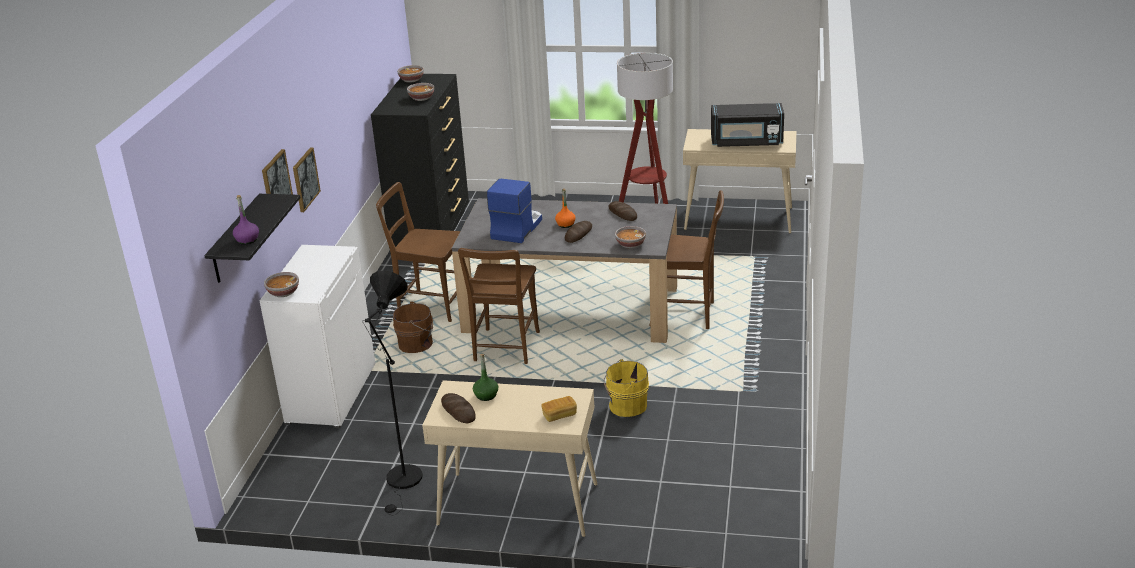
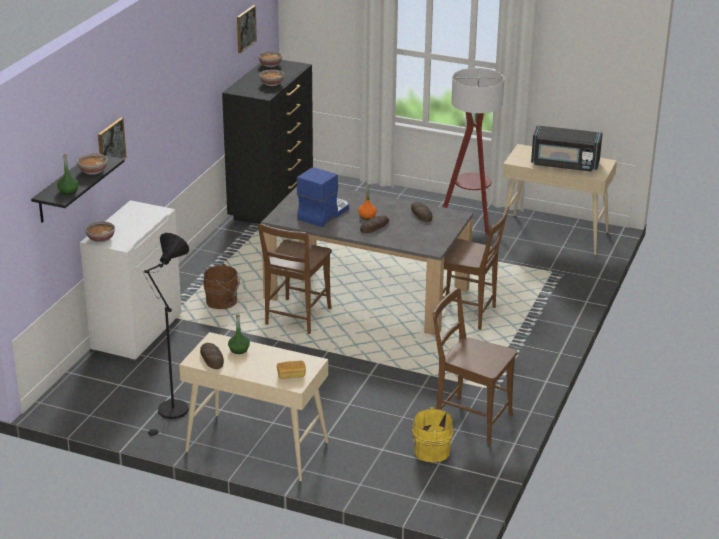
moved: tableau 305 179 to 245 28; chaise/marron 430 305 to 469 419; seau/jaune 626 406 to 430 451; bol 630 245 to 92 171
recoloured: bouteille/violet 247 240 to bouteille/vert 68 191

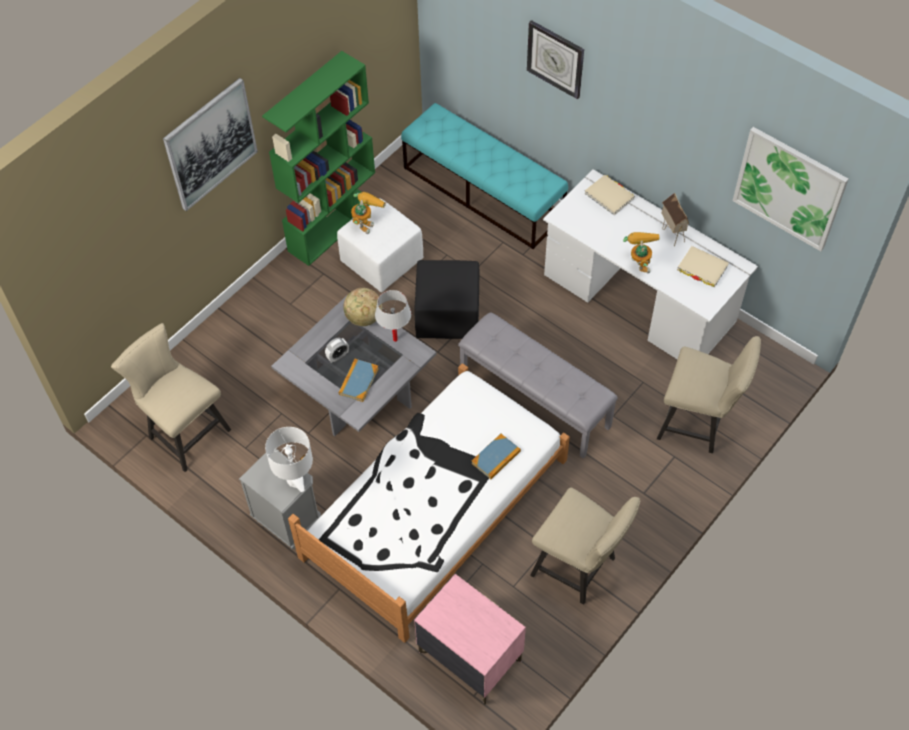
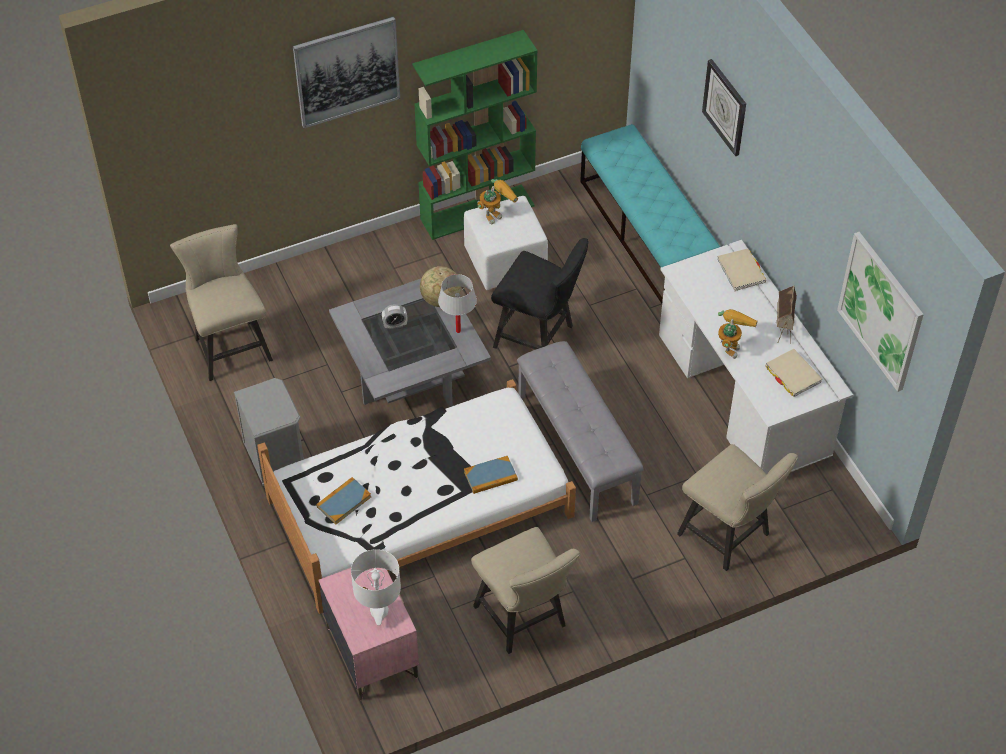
moved: lampe de table/blanc 295 480 to 379 611; livre 358 381 to 344 502
replaced: pouf/noir 448 316 to chaise/noir 539 338

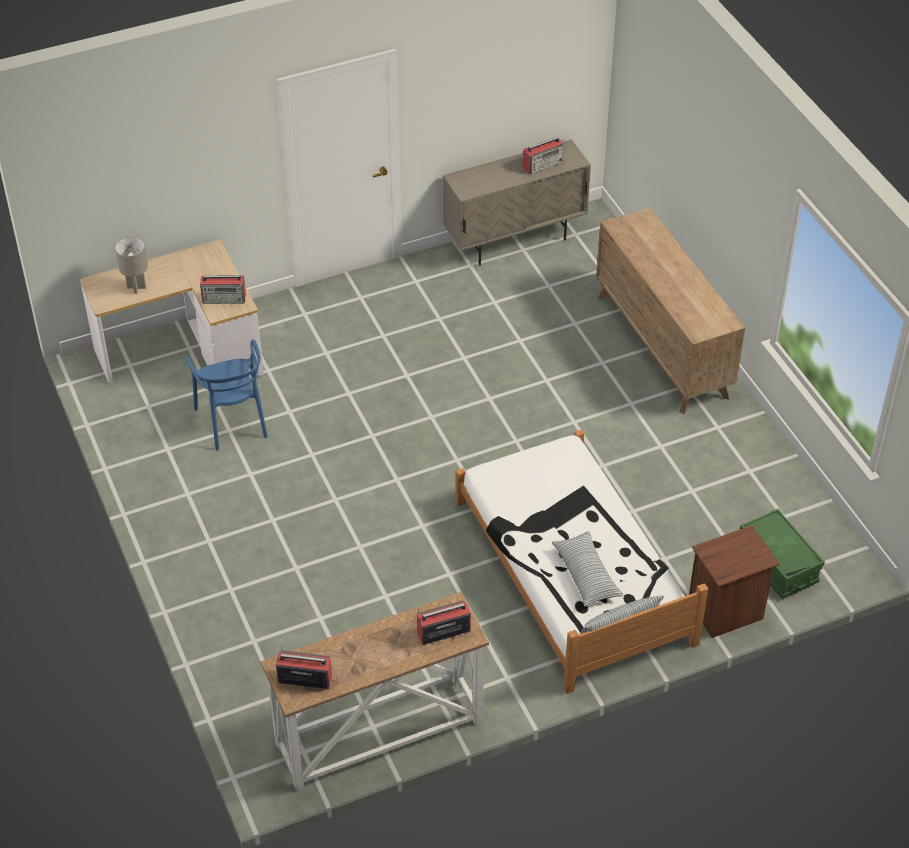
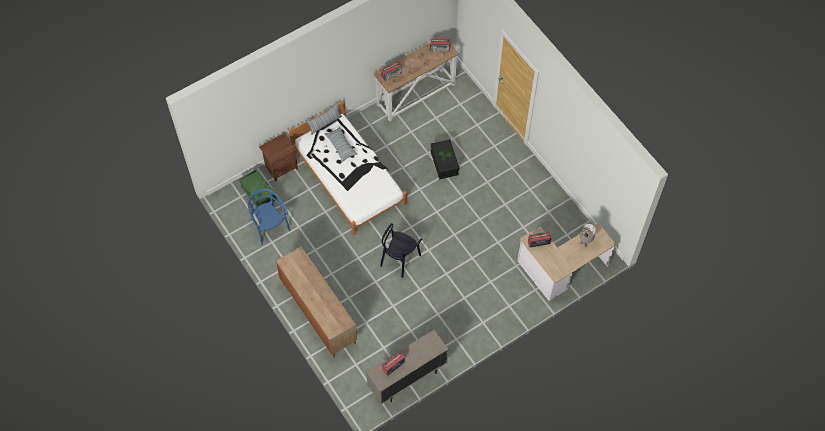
added: chaise/noir 399 259; boîte de rangement/noir 444 163
moved: chaise/bleu 233 421 to 269 226

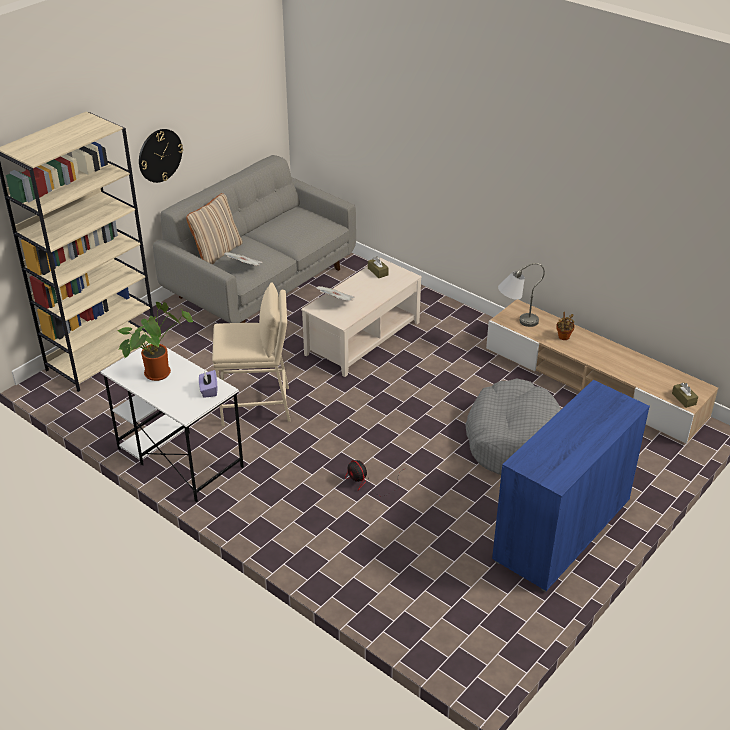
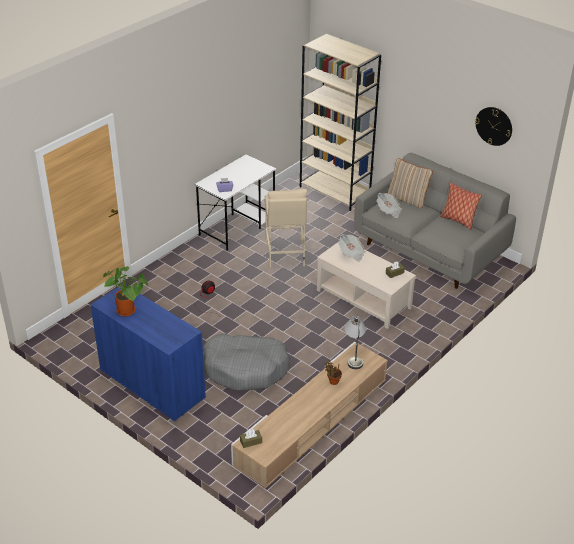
added: coussin 458 220
moved: plante en pot 159 371 to 128 311; horloge murale 160 155 to 494 126

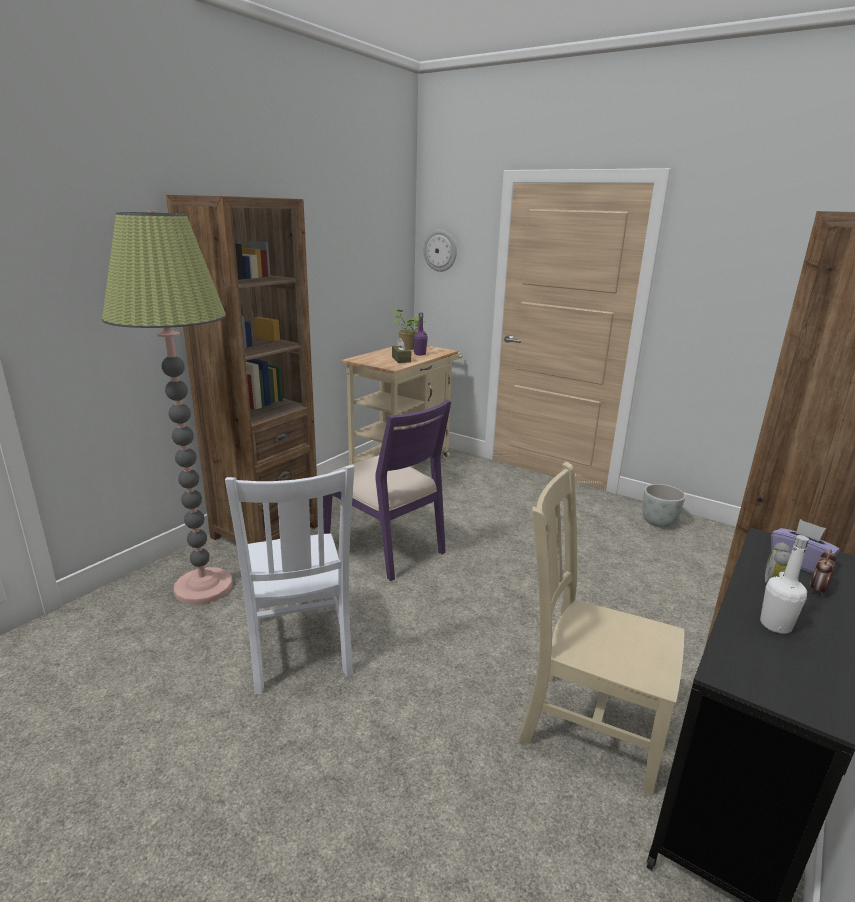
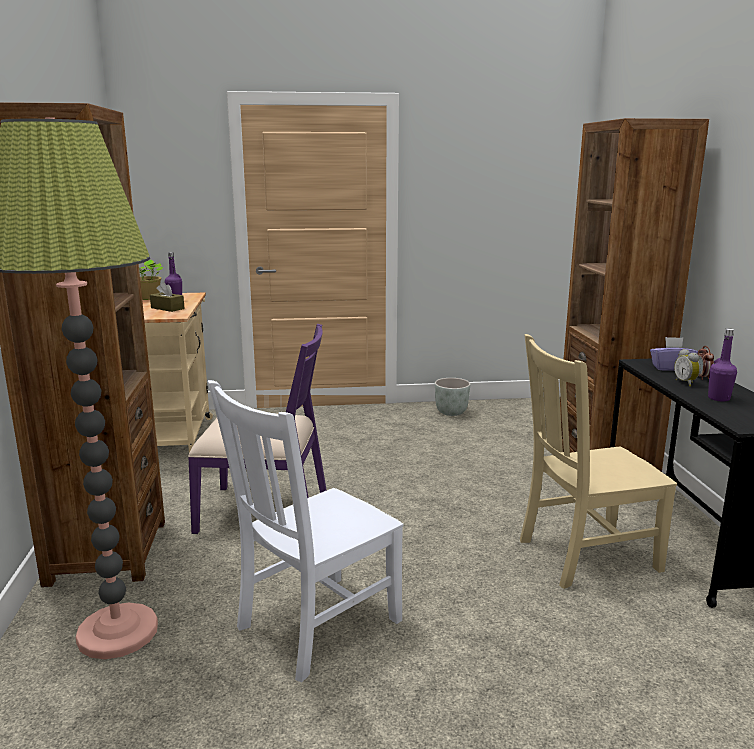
removed: horloge murale 440 251
recoloured: bouteille/blanc 775 625 to bouteille/violet 718 398
turned: chaise/blanc 298 649 = 314 626 105 degrees clockwise

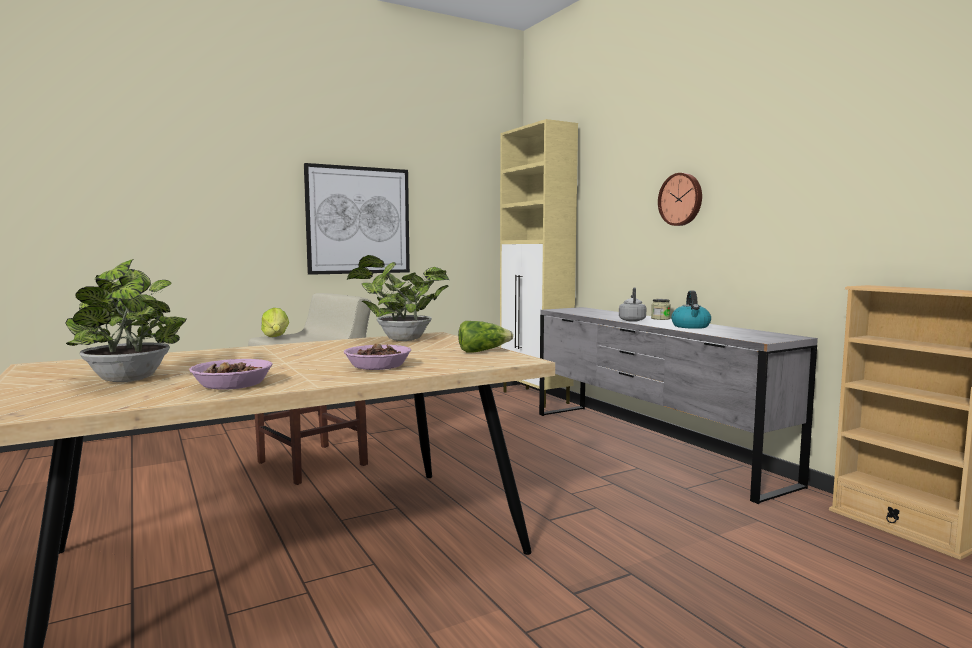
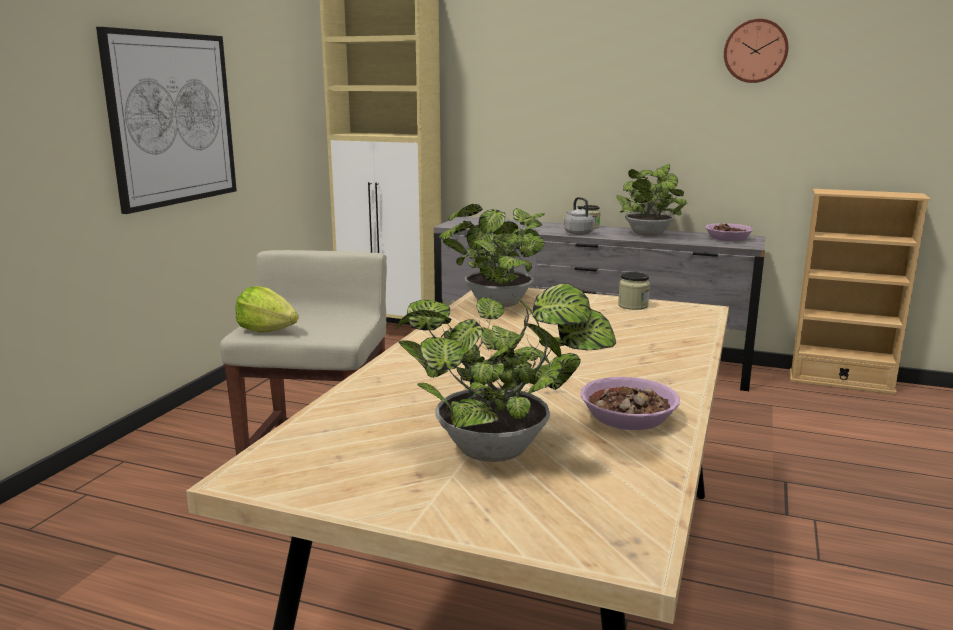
moved: bol 377 366 to 727 238; horloge murale 681 199 to 755 51
replaced: laitue 482 351 to bocal 633 305; bouilloire 691 326 to plante en pot 649 235

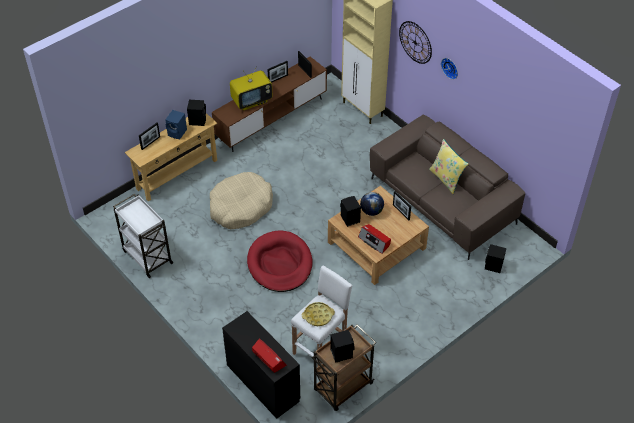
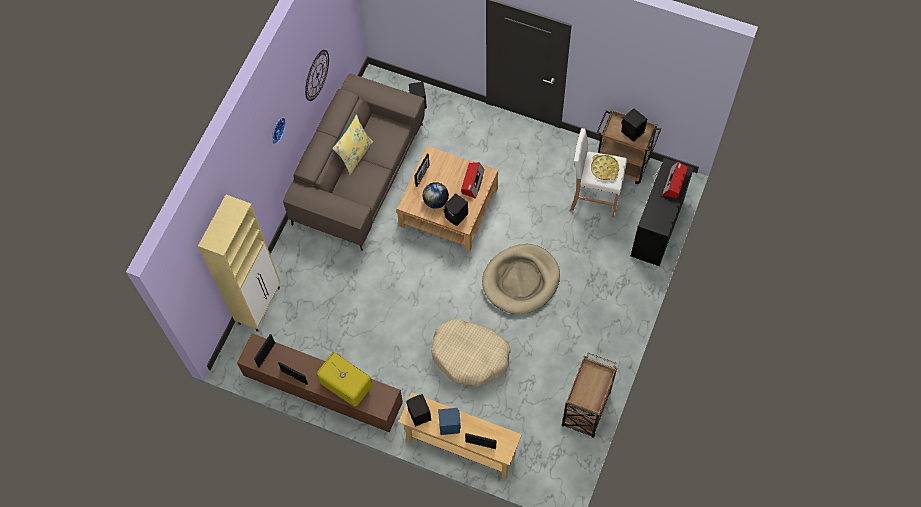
moved: horloge murale 415 42 to 317 75
recoloured: chariot/blanc 147 256 to chariot/marron 586 410; panier pour chien/rouge 280 264 to panier pour chien/beige 521 280

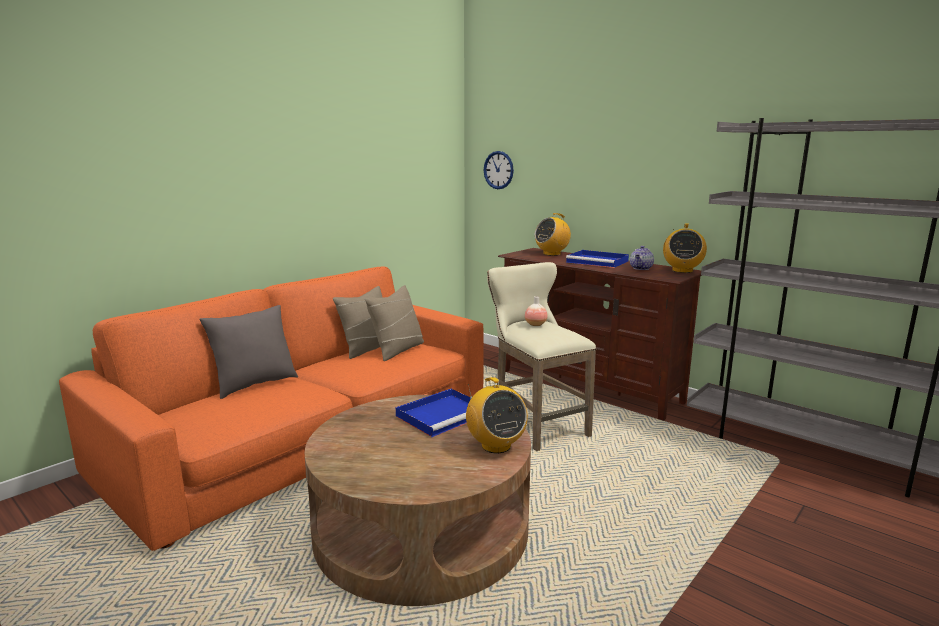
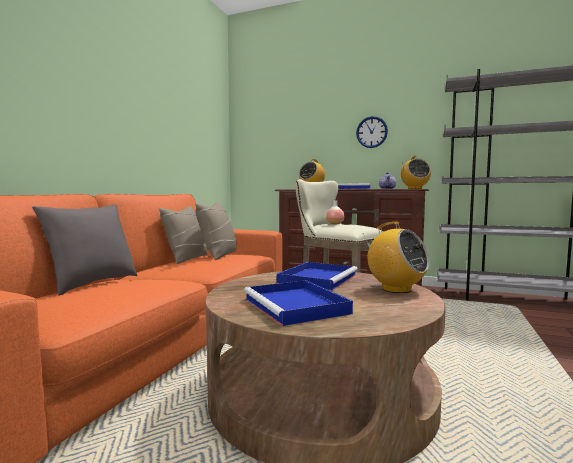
added: plateau/bleu 297 306
moved: horloge murale 498 170 to 371 132

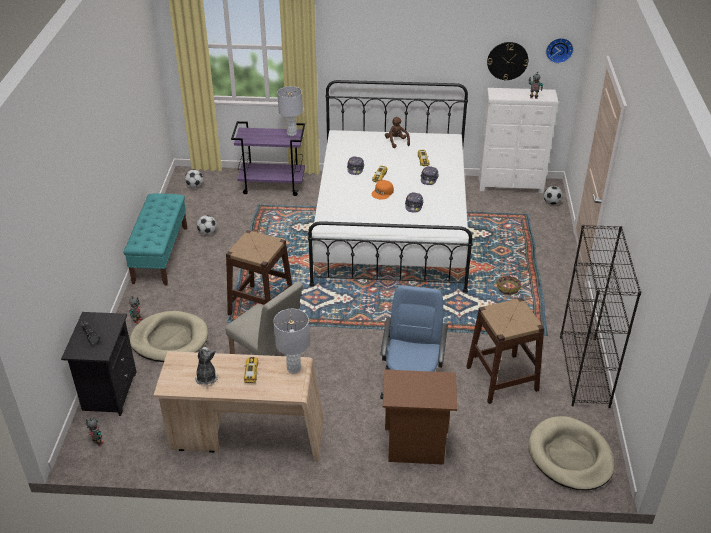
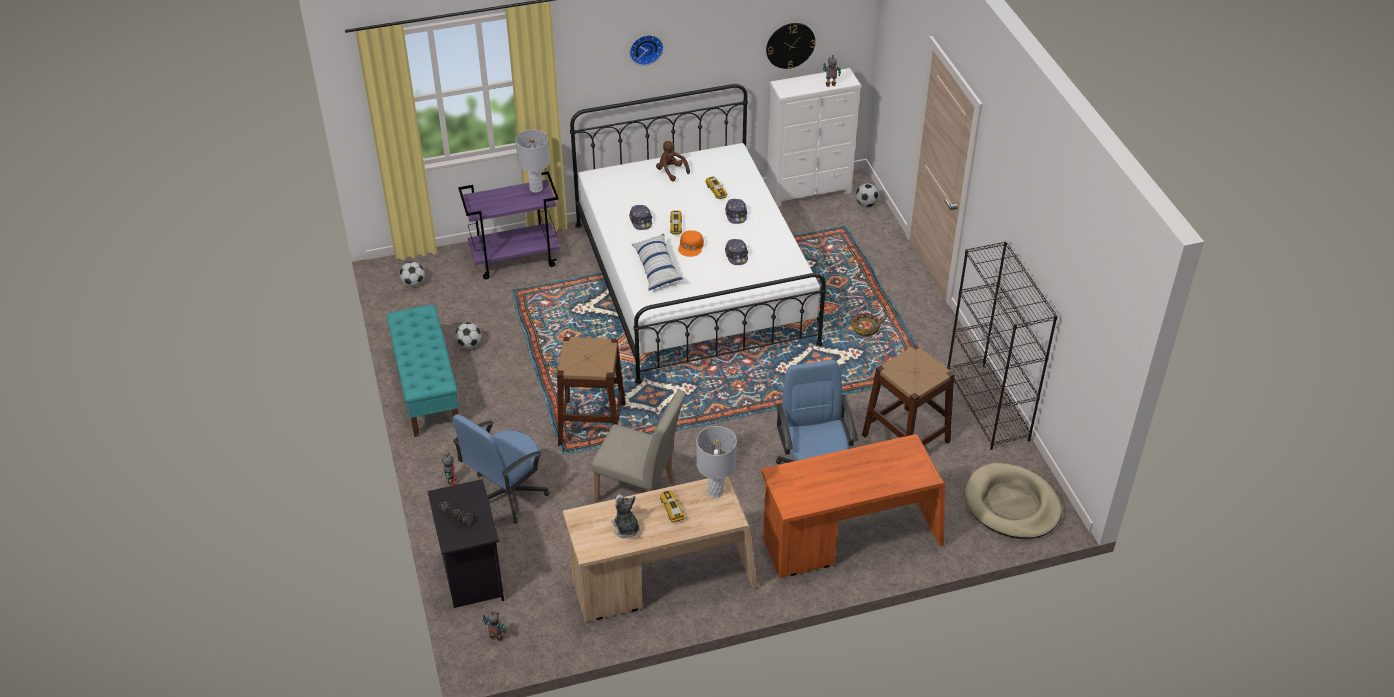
added: coussin 656 268
moved: horloge murale 559 49 to 645 48
replaced: panier pour chien/beige 170 339 to chaise de bureau/bleu 506 494; table de chevet/marron 415 446 to bureau/orange 850 540

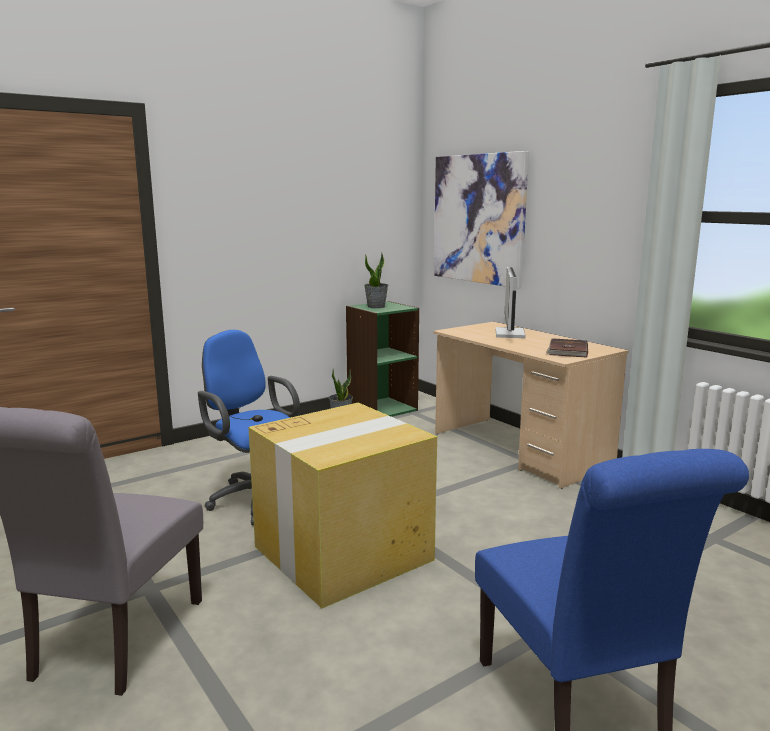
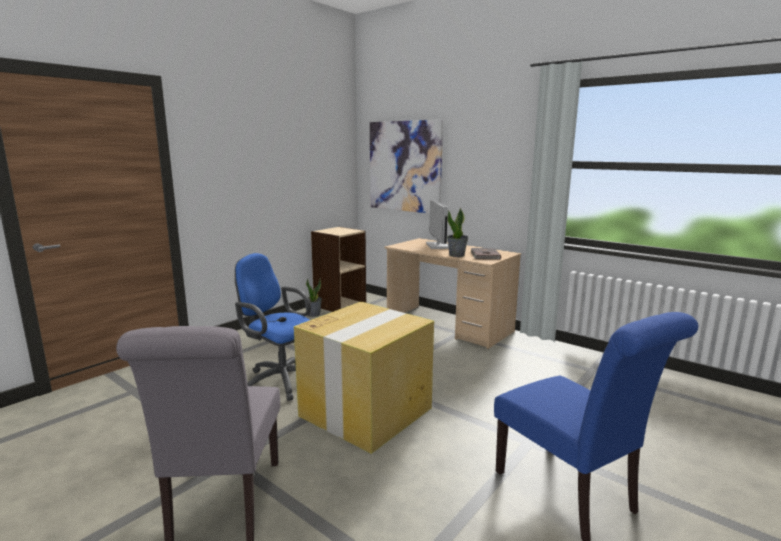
moved: plante en pot 376 306 to 457 255
recoloured: bibliothèque/vert 382 408 to bibliothèque/beige 339 305

